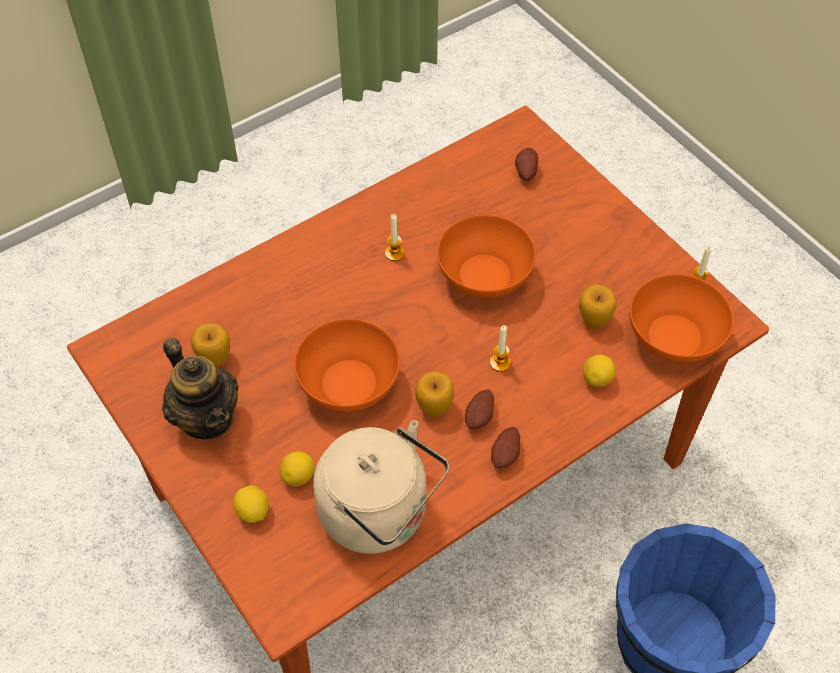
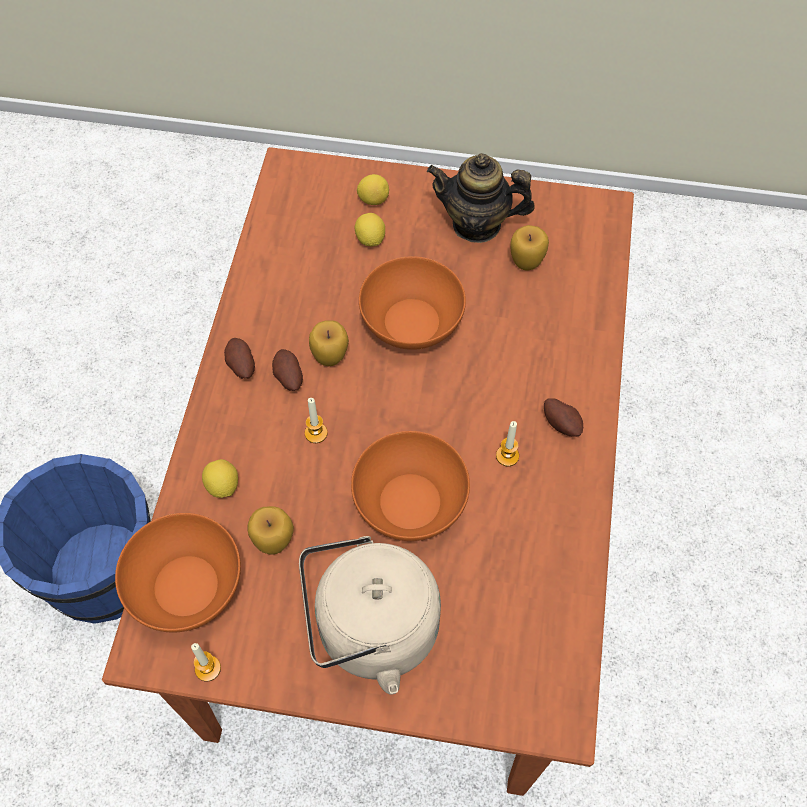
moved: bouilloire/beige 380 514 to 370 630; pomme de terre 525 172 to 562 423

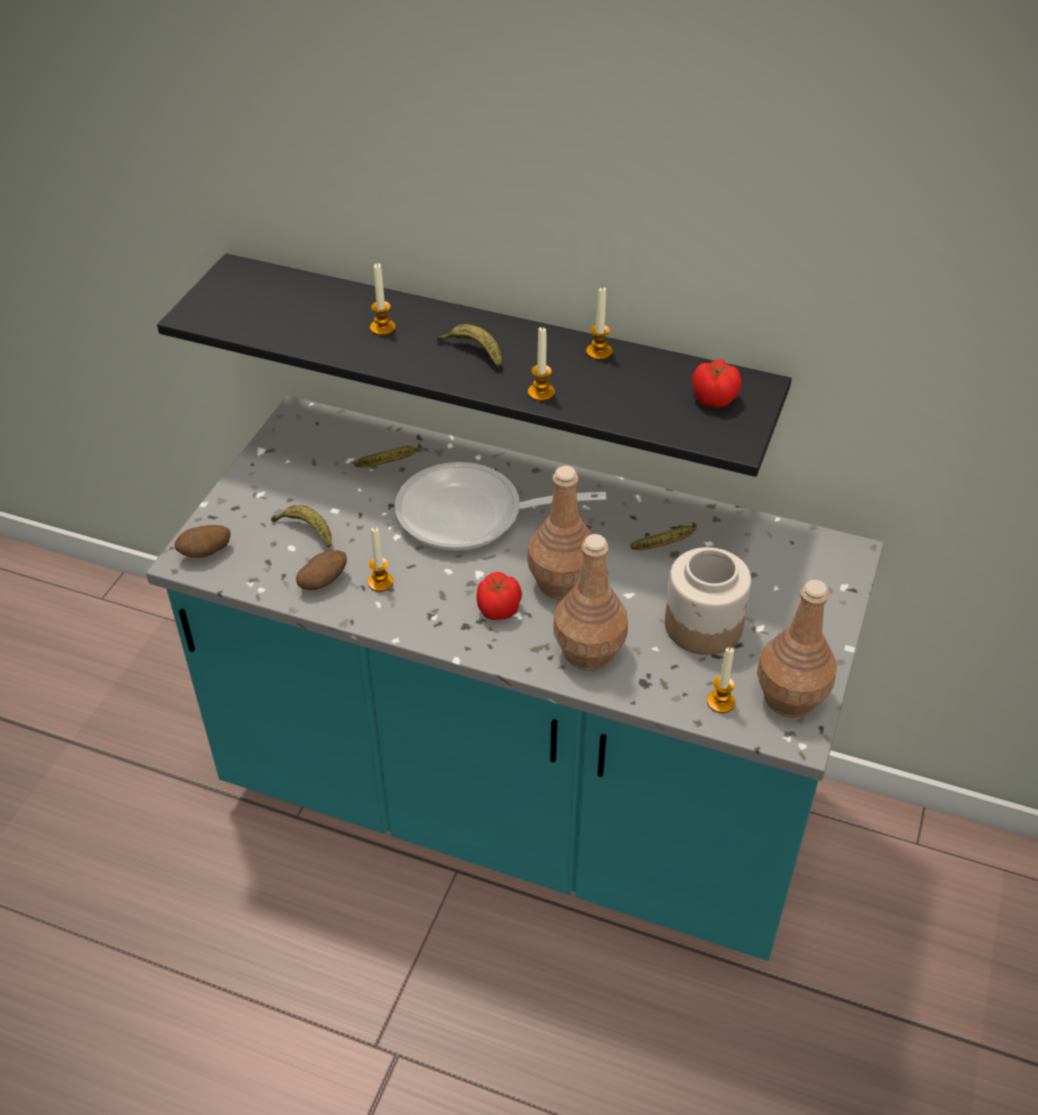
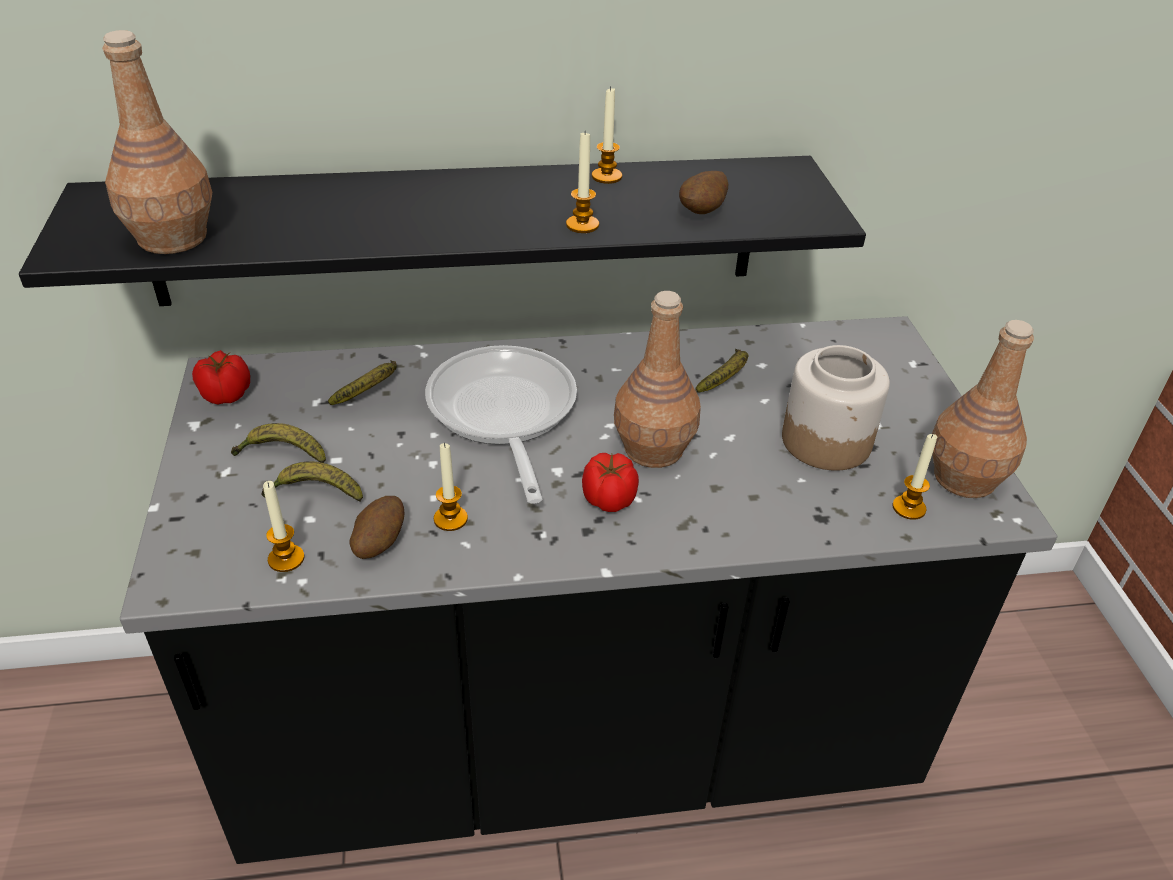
moved: pomme de terre 206 553 to 702 212; bougie 382 328 to 286 559; banane 473 352 to 282 454; bouteille/marron 590 651 to 174 238; tomate 713 398 to 225 394
recoloured: comptoir de cuisine/turquoise 519 801 to comptoir de cuisine/noir 575 736
turned: poêle 471 516 = 503 415 105 degrees clockwise

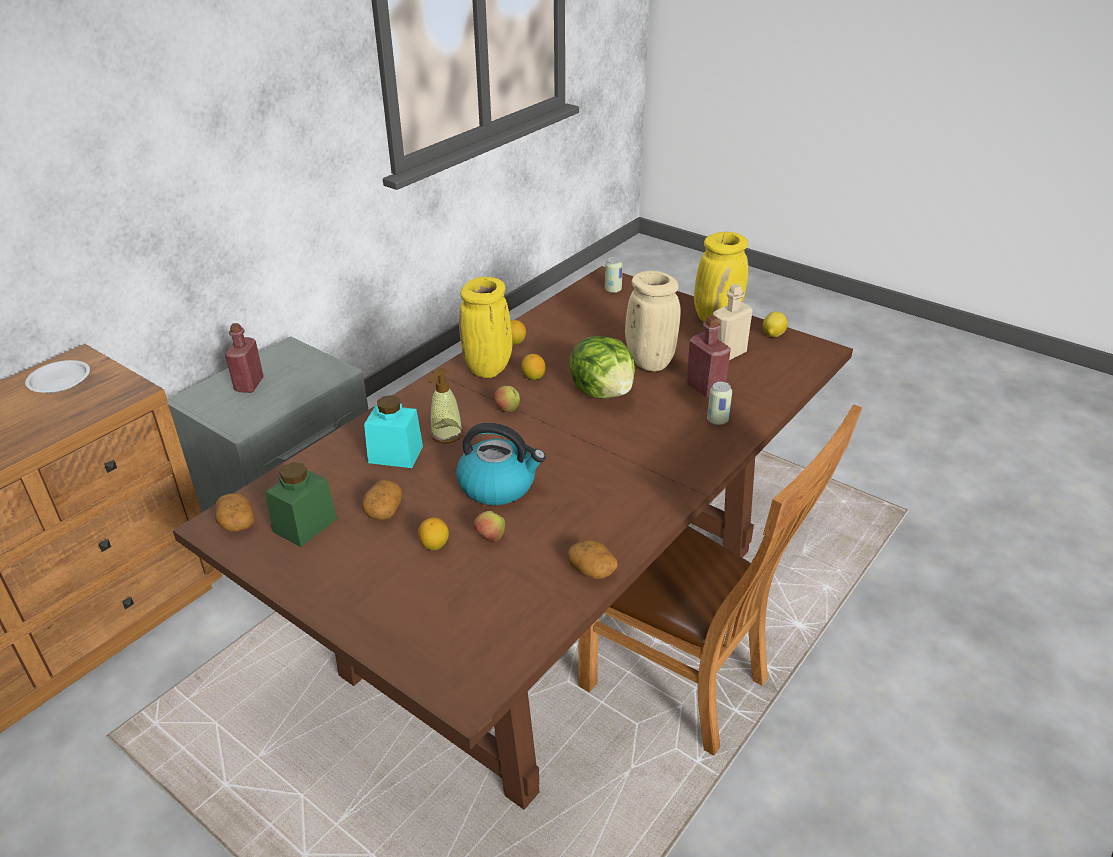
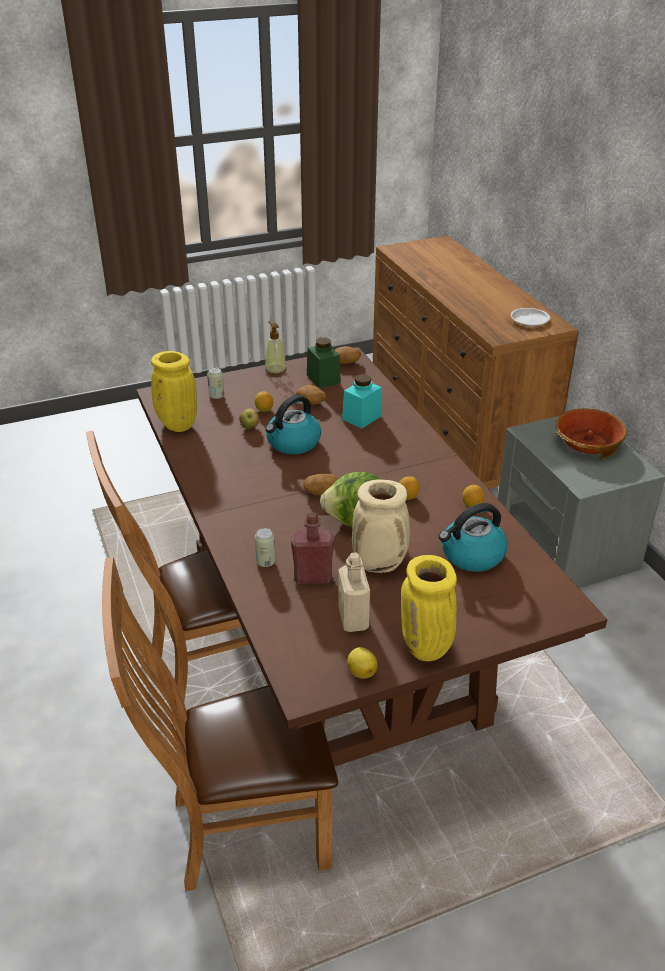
removed: pomme 507 410
added: chaise/marron 239 829; bouilloire 472 555
moved: distributeur de savon 446 434 to 275 370; vase/jaune 489 370 to 176 425; pomme de terre 592 570 to 321 492; boîte métallique 613 290 to 216 396
replaced: bouteille/rouge 249 384 to bol 587 444

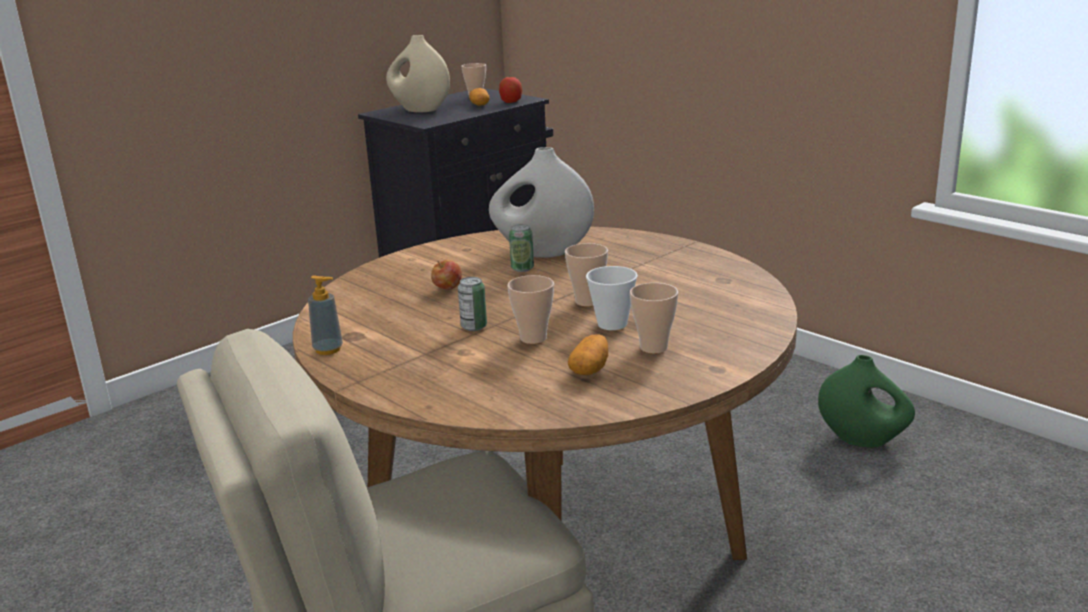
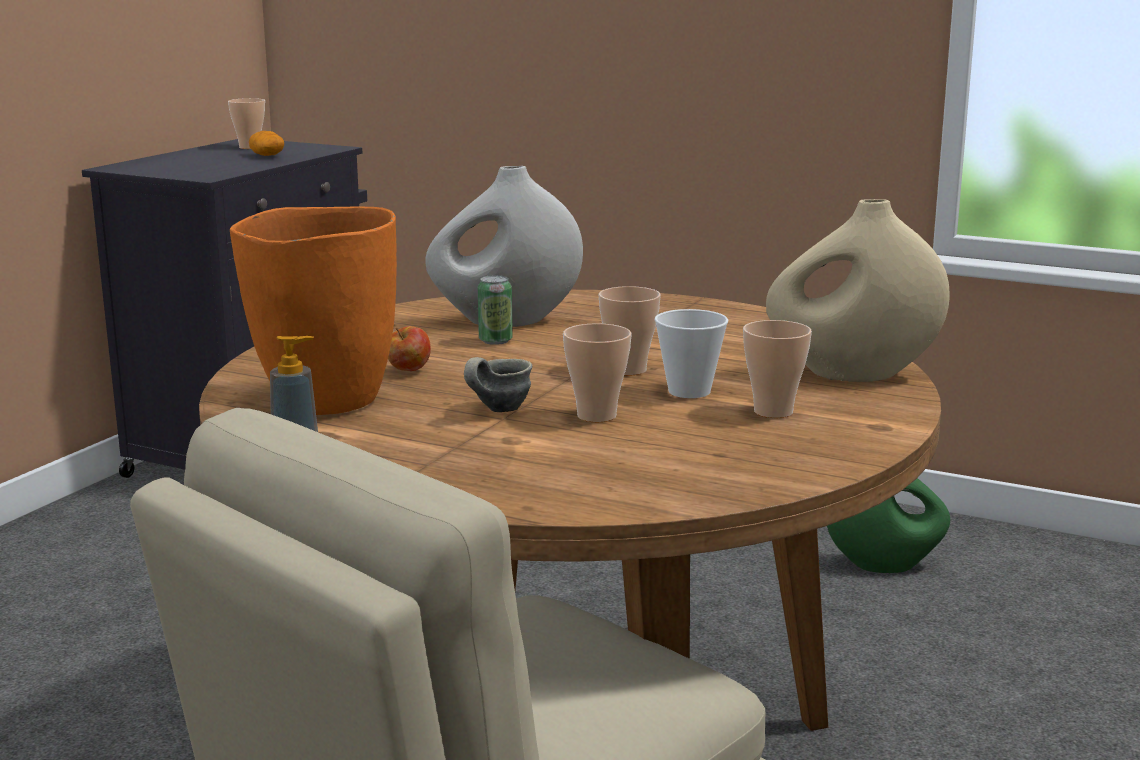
removed: pomme 511 102; pomme de terre 589 369
added: vase/orange 325 401
moved: vase/beige 420 110 to 852 375
replaced: boîte métallique 474 327 to mug/gris 496 410

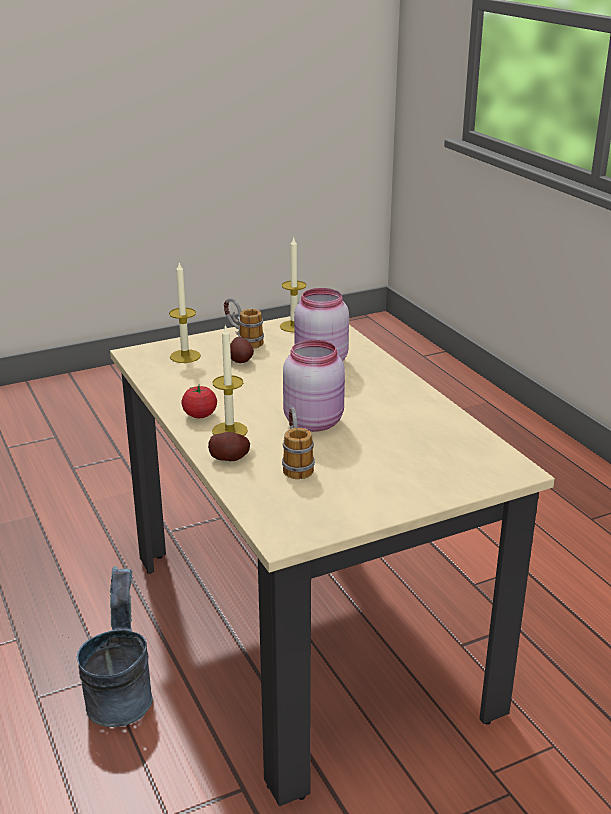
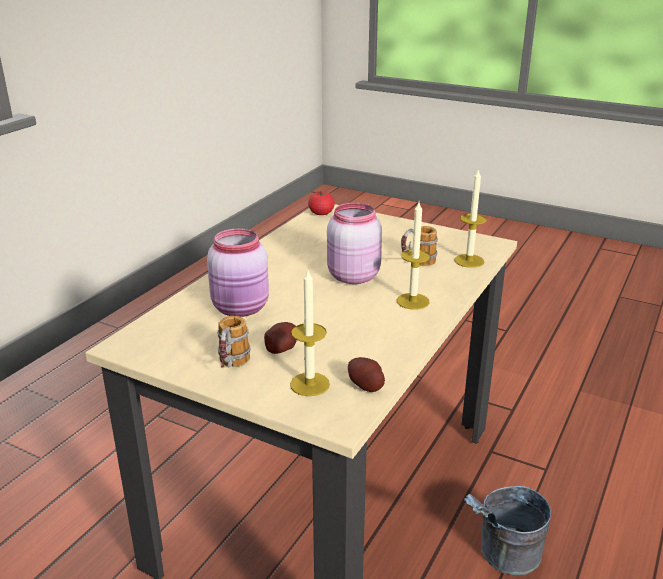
moved: tomate 200 415 to 321 213; pomme de terre 230 457 to 365 385; bougie 294 326 to 469 261

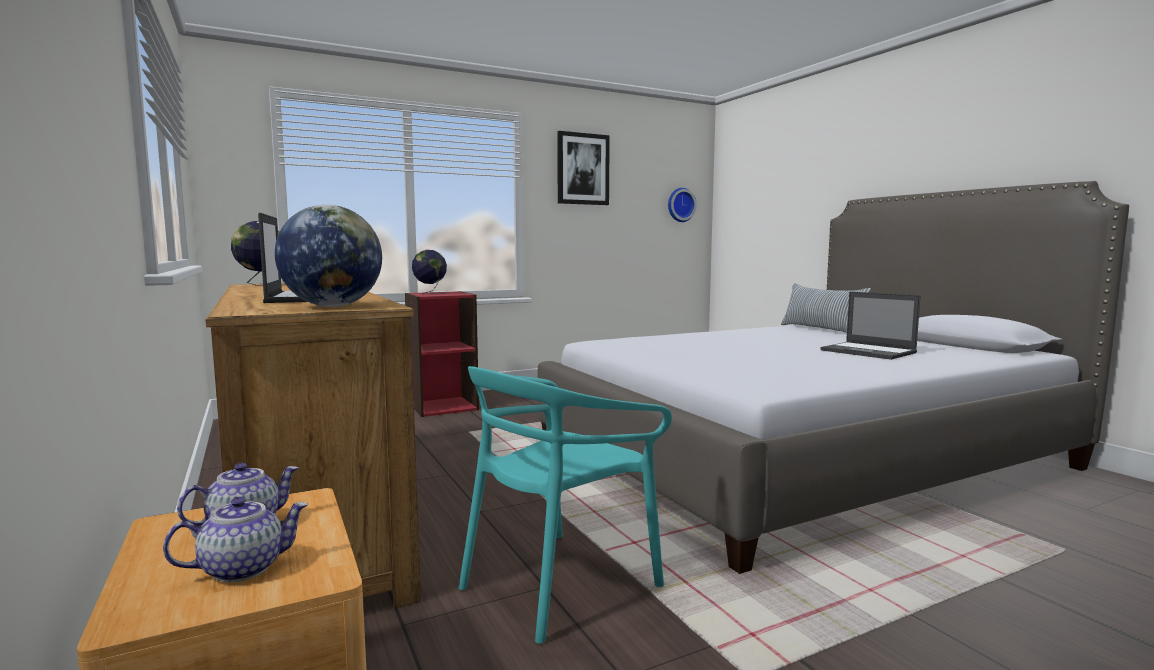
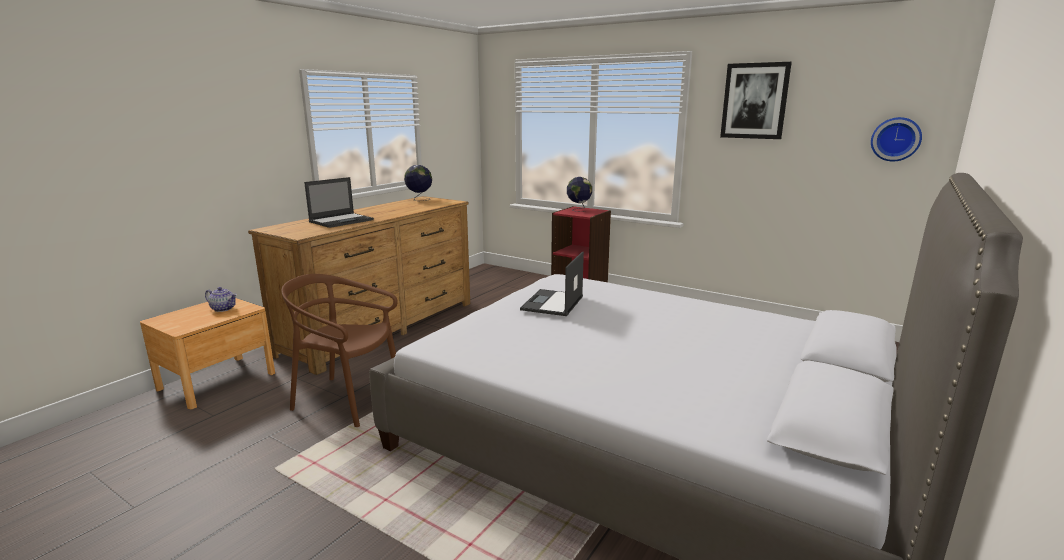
removed: théière 243 568; globe 332 306; coussin 821 329
moved: ordinateur portable 869 351 to 552 303
recoloured: chaise/turquoise 558 583 to chaise/marron 348 399

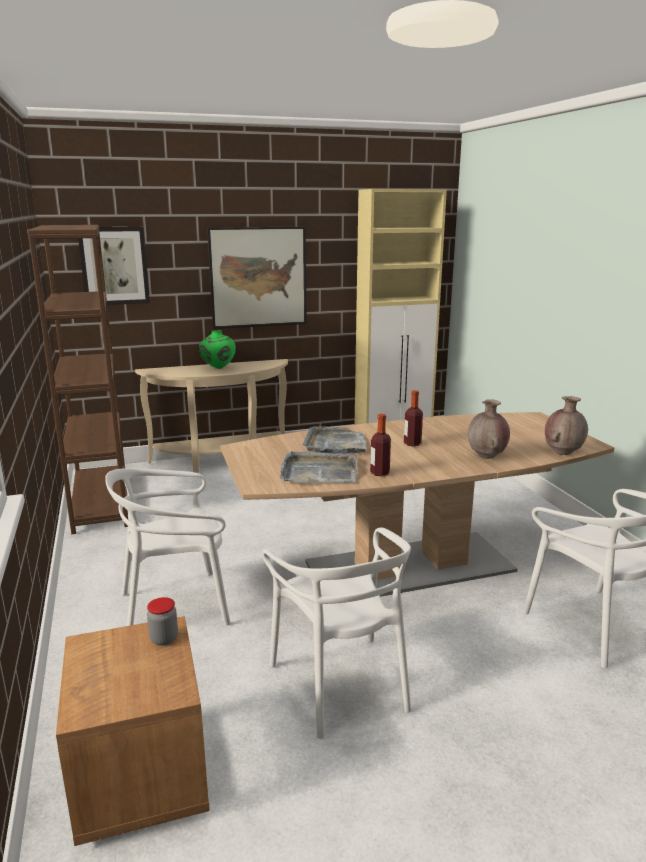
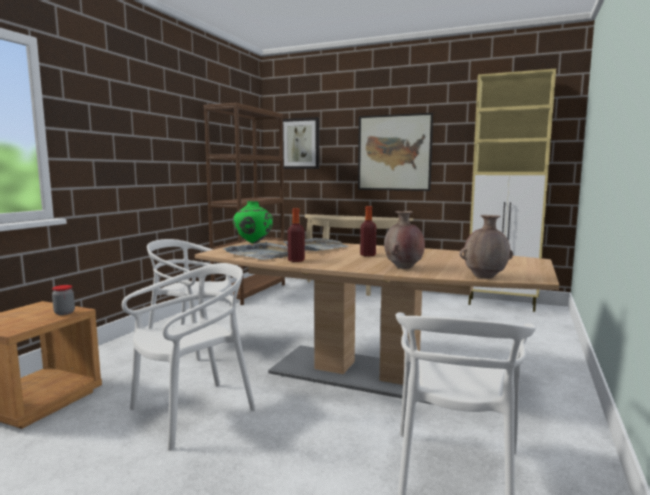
moved: vase/vert 218 368 to 253 243
turned: chaise/blanc 341 684 = 193 412 150 degrees counterclockwise

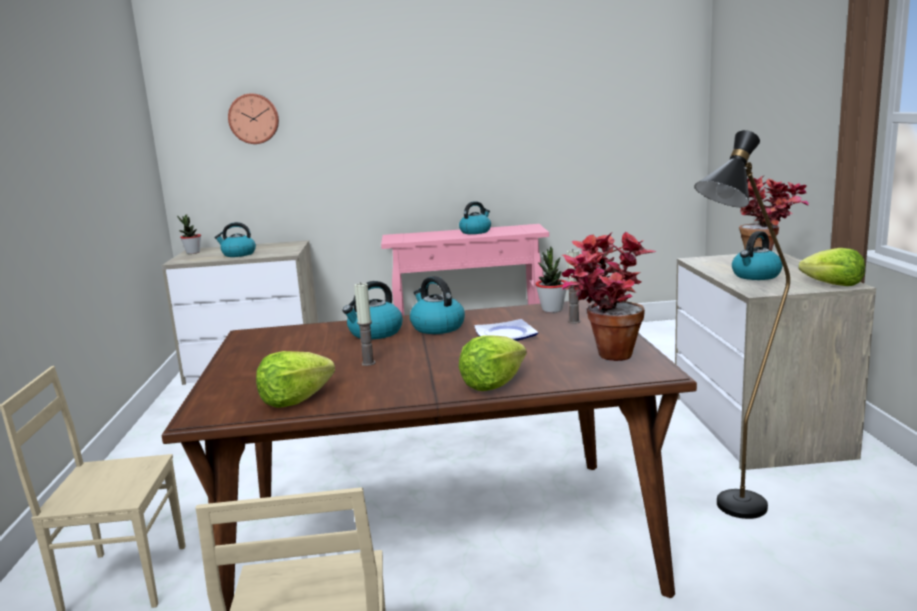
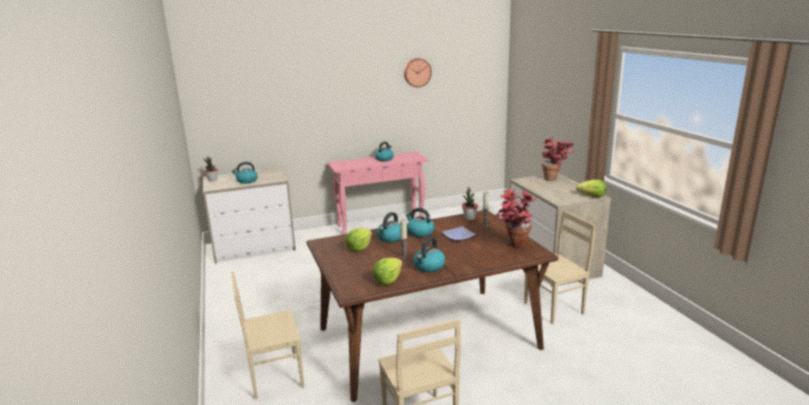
moved: horloge murale 254 119 to 417 72; laitue 493 384 to 359 248; bouilloire 756 276 to 429 266
replaced: lampadaire/noir 731 513 to chaise/beige 555 308

